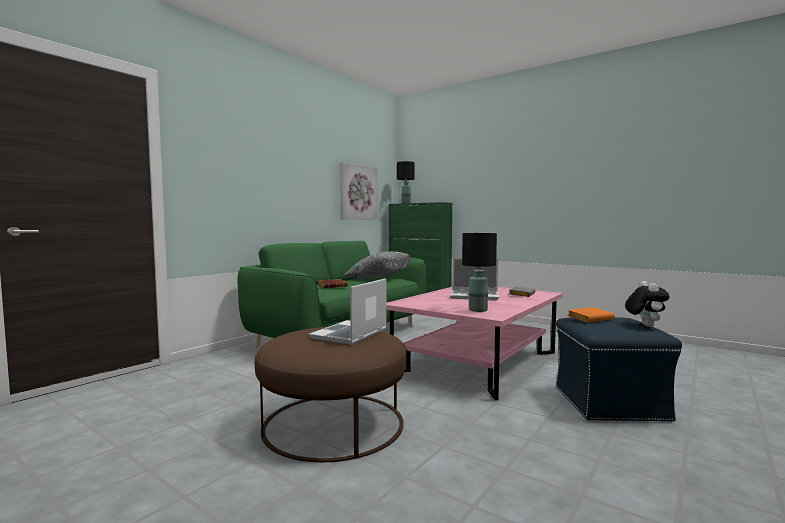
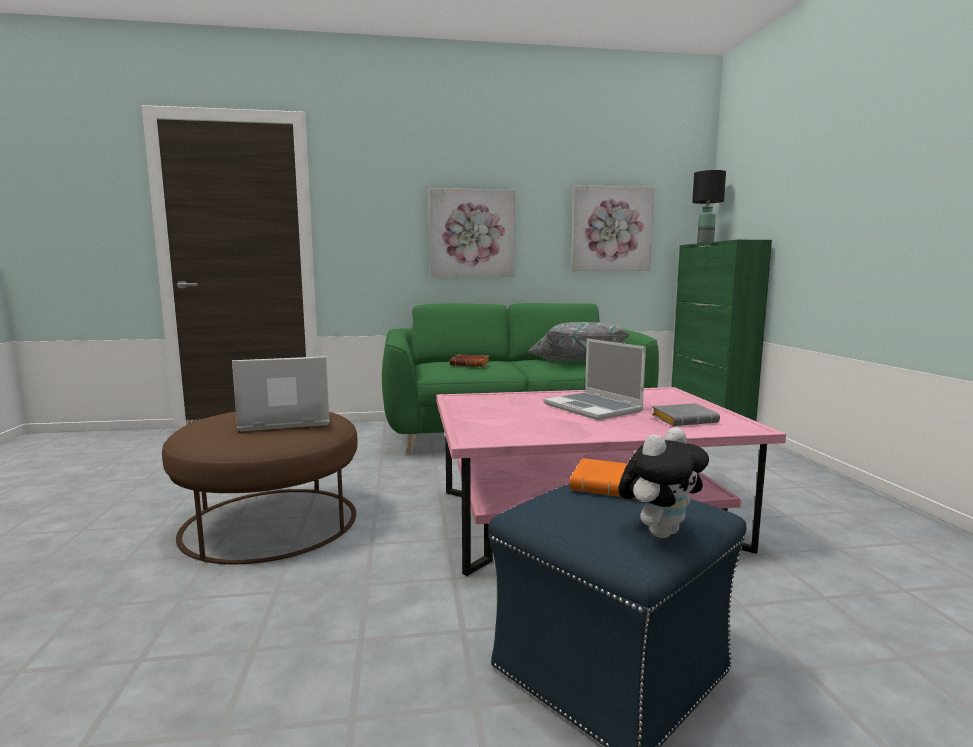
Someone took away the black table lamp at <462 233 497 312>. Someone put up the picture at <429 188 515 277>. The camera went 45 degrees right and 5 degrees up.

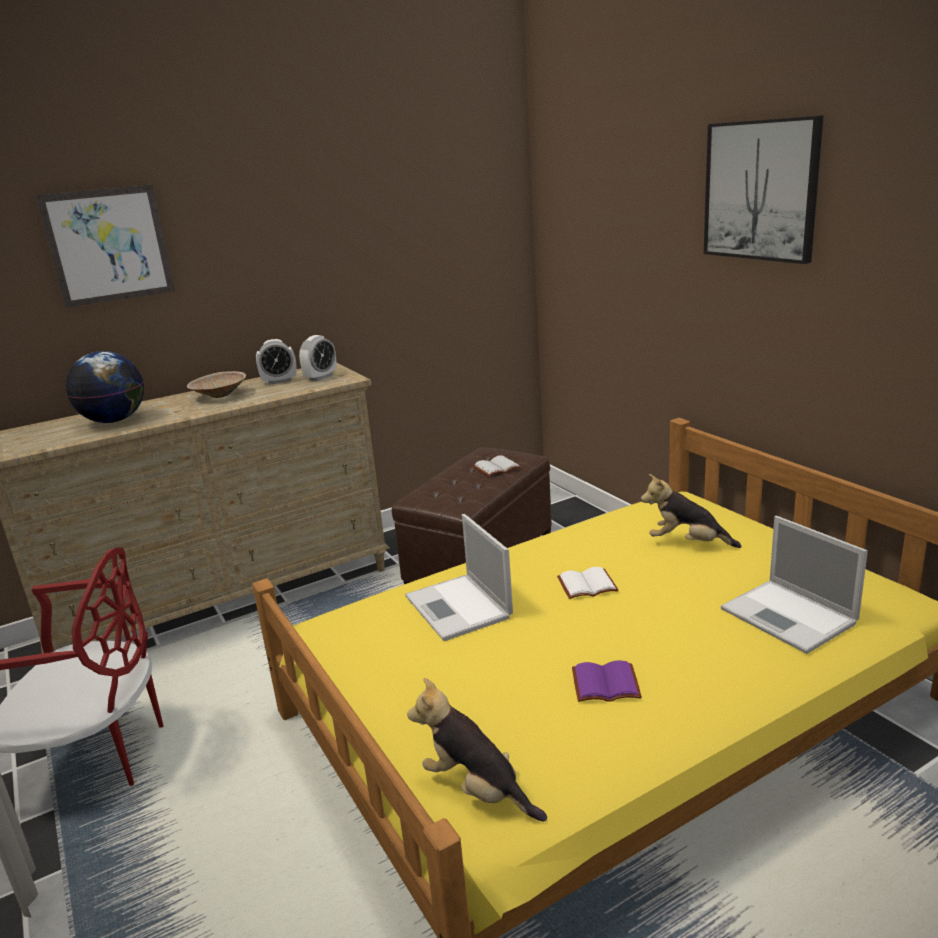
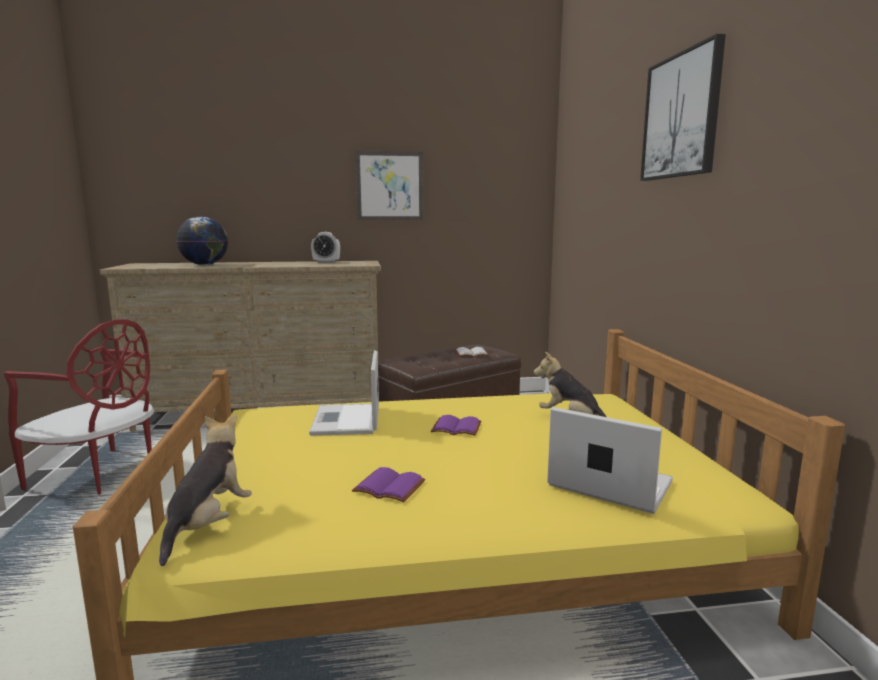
Someone took away the beige bowl at <187 371 246 398>. Someone took away the alarm clock at <299 335 337 381>. Someone carried the picture from <35 184 175 308> to <355 151 423 220>. Someone repainted the white book at <557 567 619 599>, which became the purple book at <431 415 481 436>. Someone rotated the plush toy at <407 678 547 822> by 45 degrees clockwise. Someone rotated the laptop at <721 516 868 654> by 135 degrees clockwise. The camera went 20 degrees right and 10 degrees down.

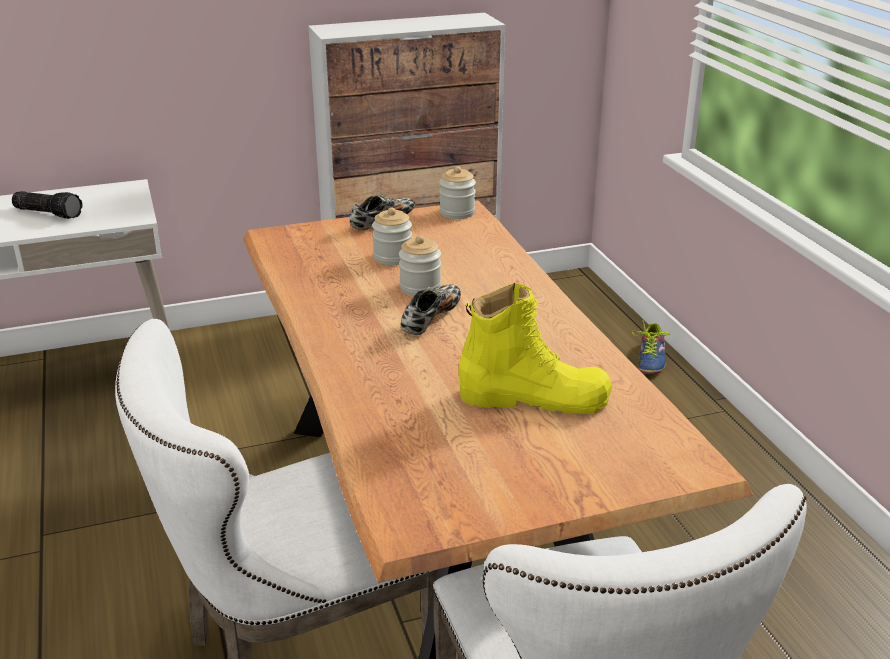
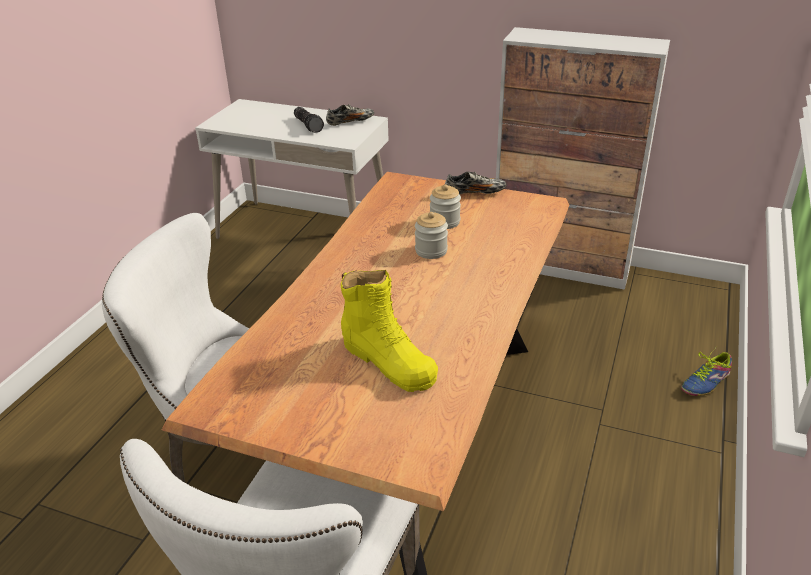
Someone took away the jar at <439 166 476 219>. Someone carried the shoe from <401 284 461 335> to <326 104 374 126>. The camera went 40 degrees right and 5 degrees up.

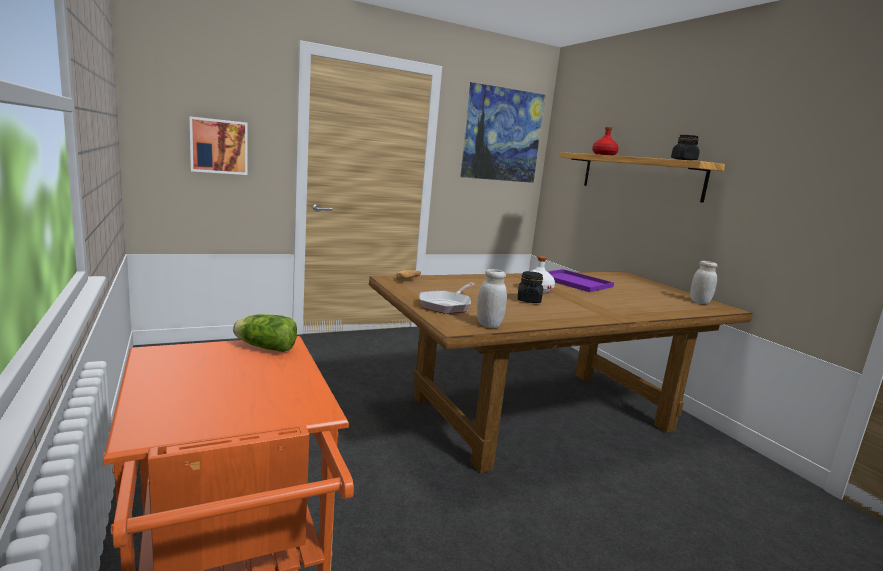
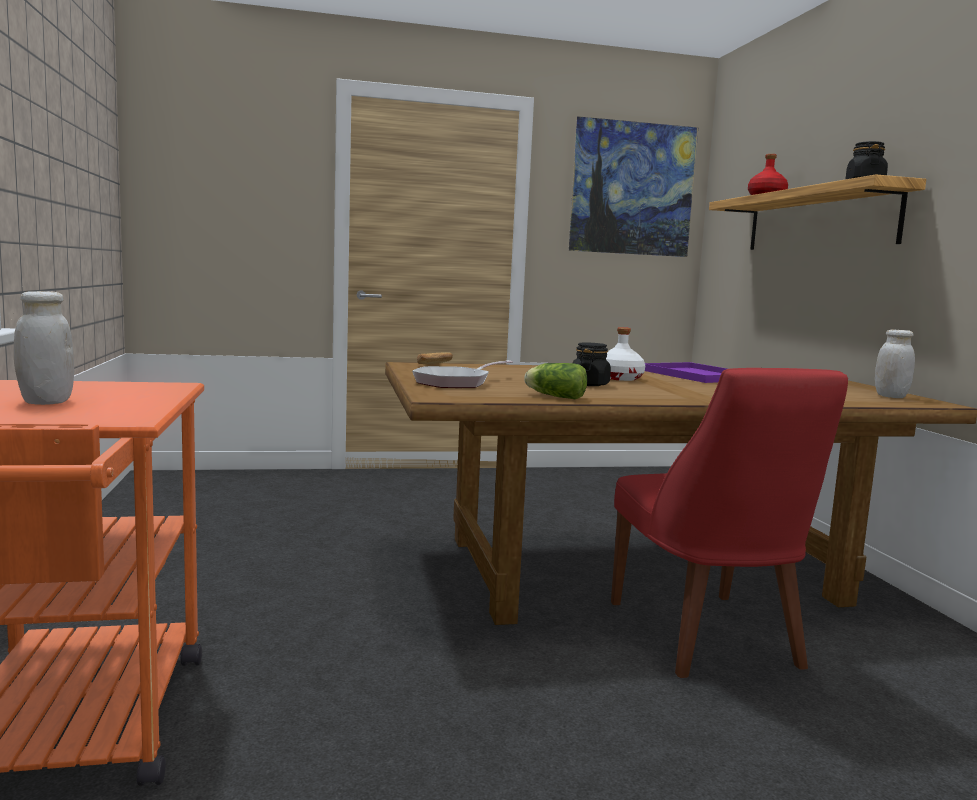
Someone took away the picture at <189 116 248 175>. Someone put down the red chair at <611 368 848 678>. Someone carried the lettuce from <233 314 297 352> to <524 363 587 399>. Someone carried the white jar from <477 269 507 328> to <14 291 74 405>. The camera went 15 degrees right and 5 degrees down.

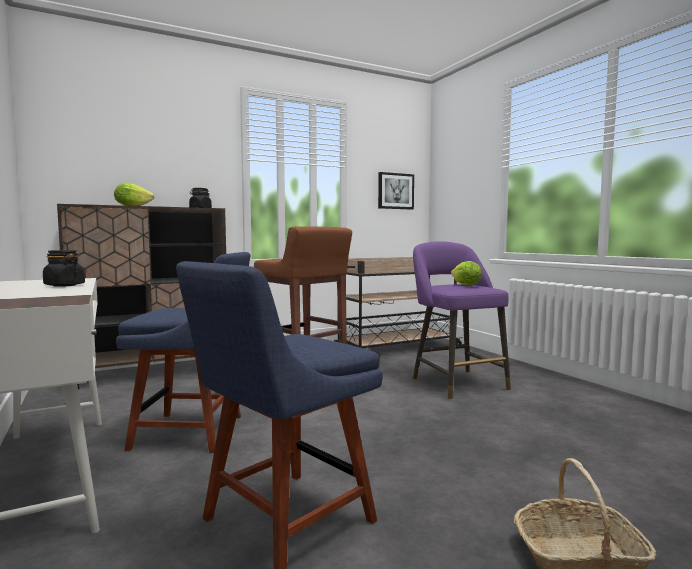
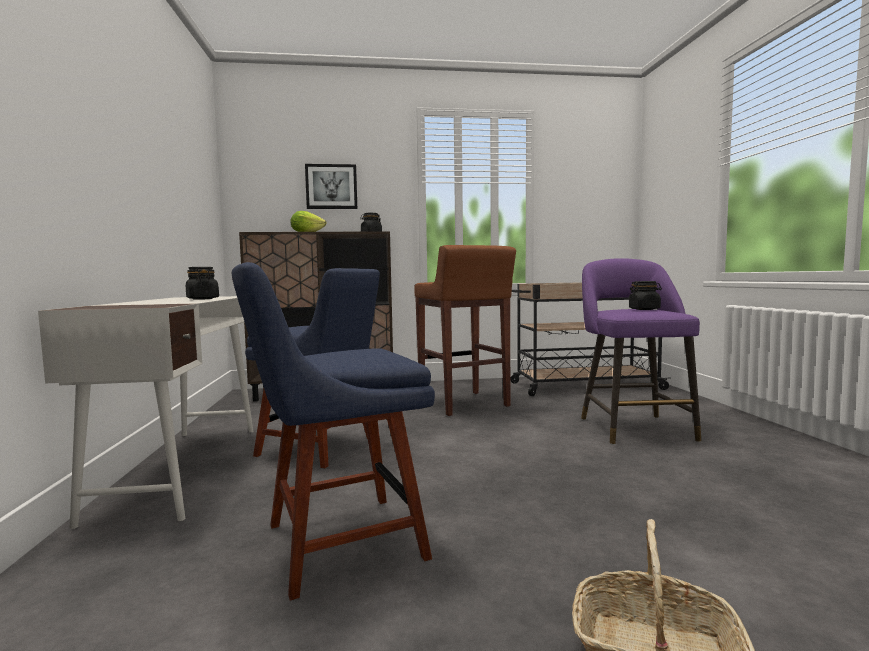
Someone carried the picture from <378 172 414 209> to <305 164 357 209>. Someone swapped the lettuce at <451 261 482 285> for the black jar at <629 281 662 310>. The camera went 20 degrees right and 0 degrees up.

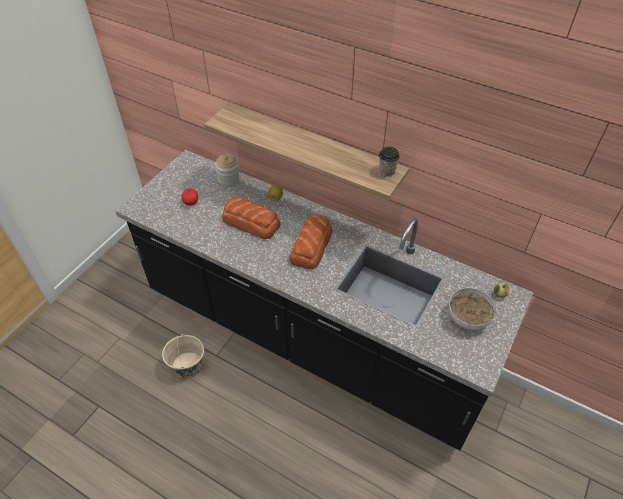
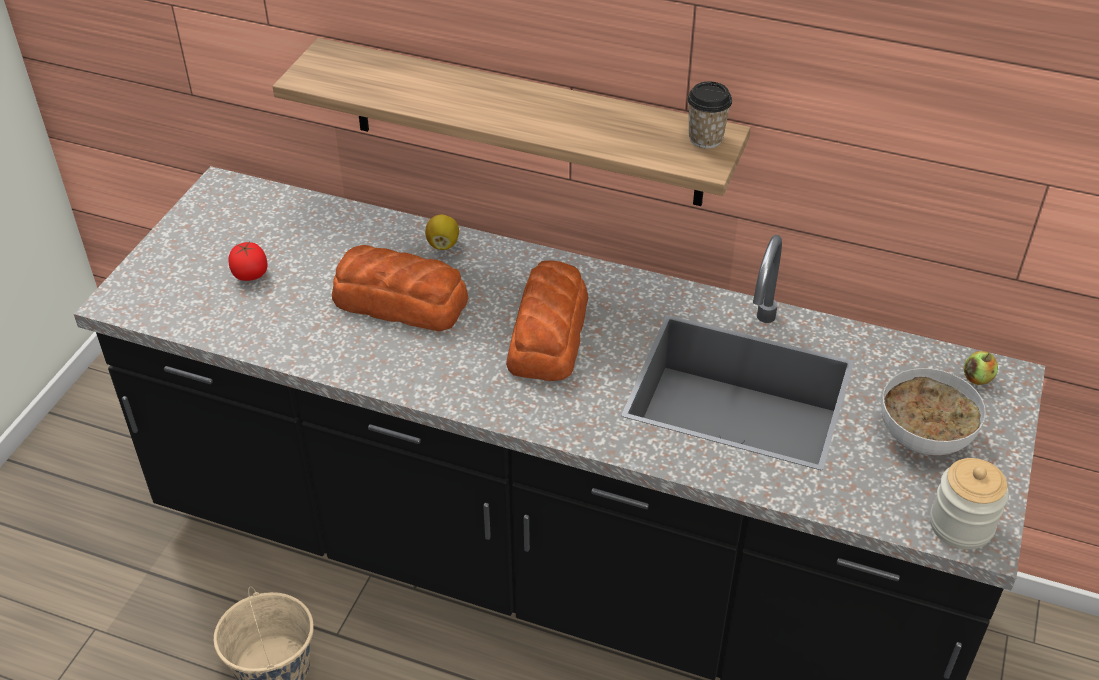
Someone carried the jar from <215 154 240 186> to <930 458 1009 550>. The camera went 10 degrees left and 5 degrees down.

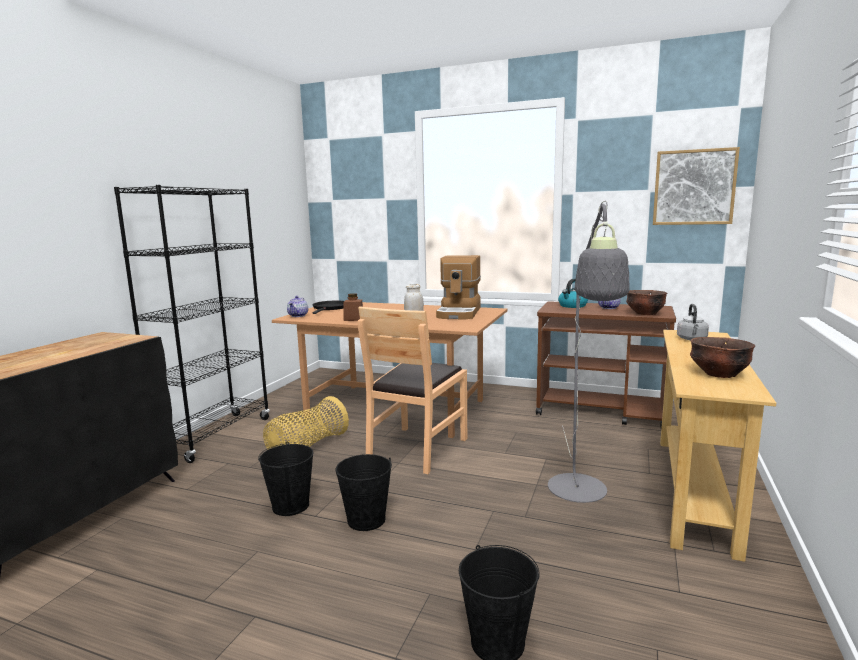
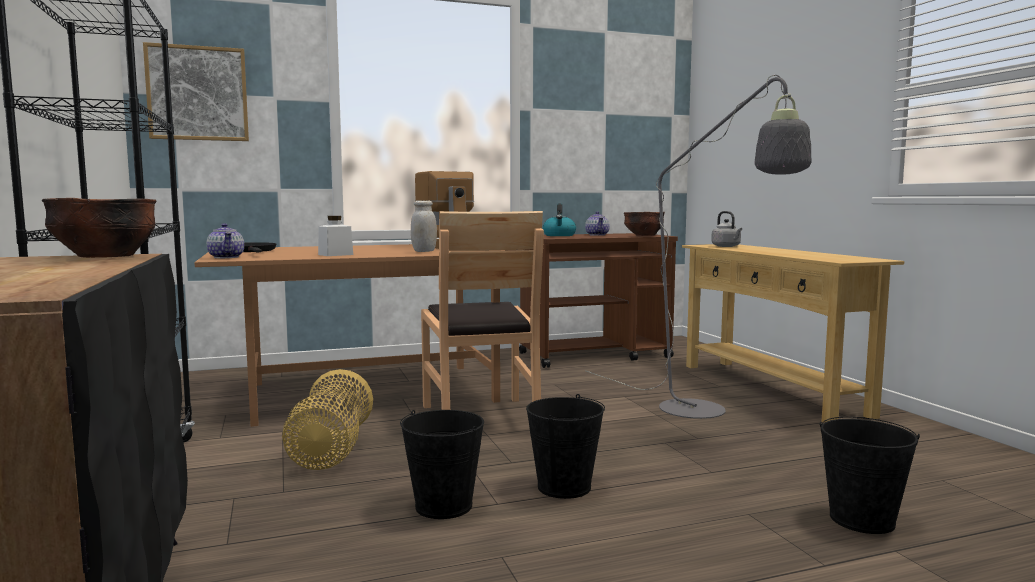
Someone carried the picture from <653 147 740 225> to <143 42 249 141>. Someone carried the brown bowl from <690 337 755 378> to <42 198 156 258>. Someone repainted the brown jar at <343 293 363 321>, which became the white jar at <318 216 353 256>. The camera went 40 degrees left and 5 degrees down.

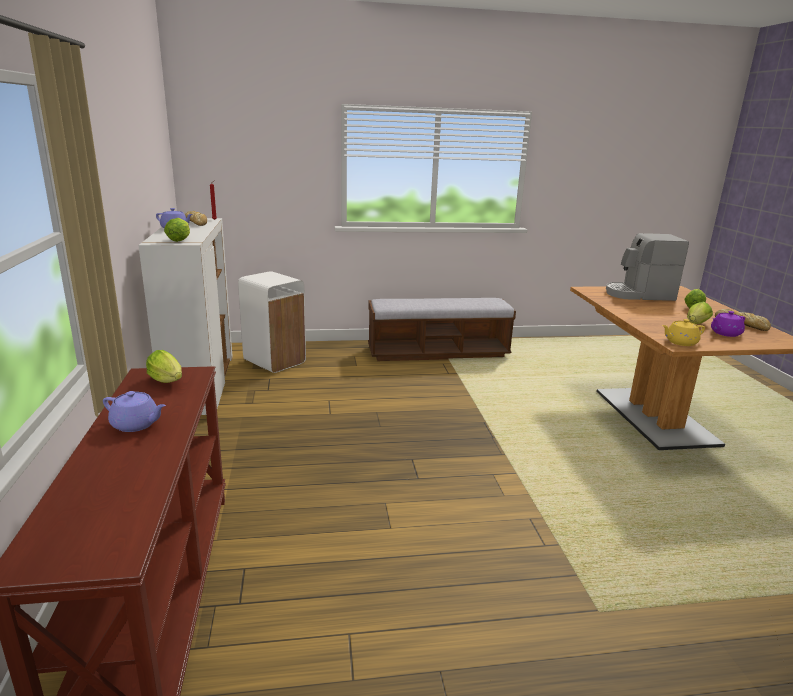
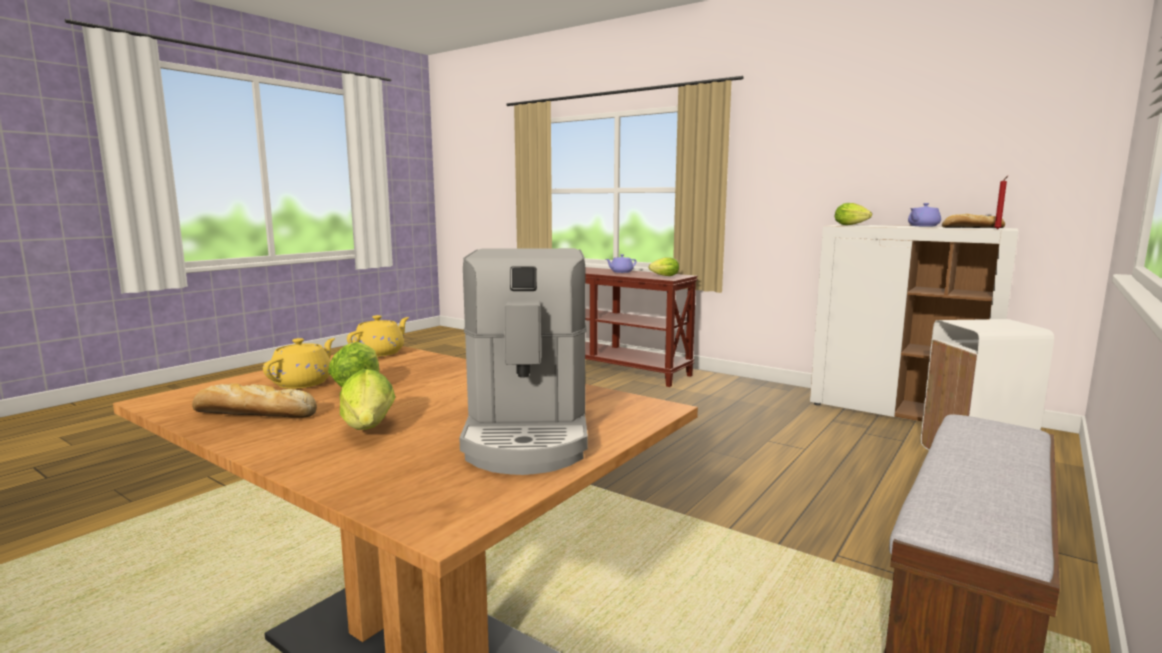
Someone repainted the purple teapot at <711 311 745 337>, which became the yellow teapot at <263 338 335 389>. Someone rotated the coffee machine at <606 233 689 301> by 135 degrees clockwise. The camera went 135 degrees right and 10 degrees down.

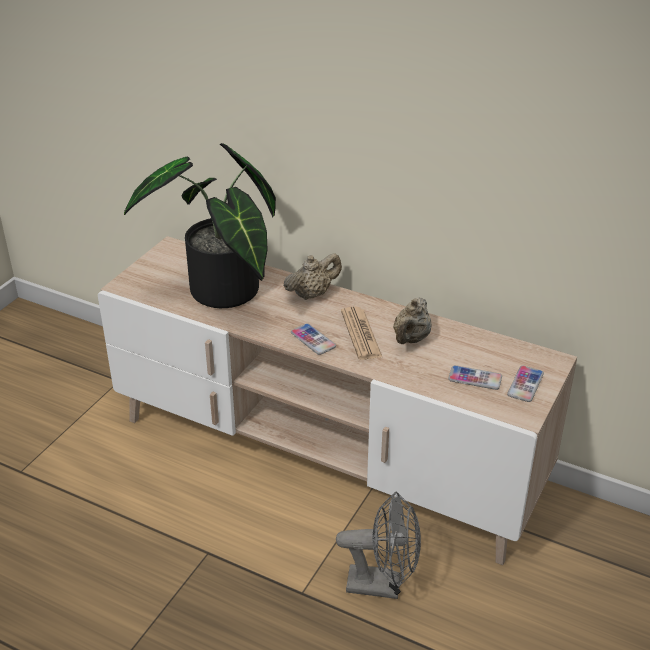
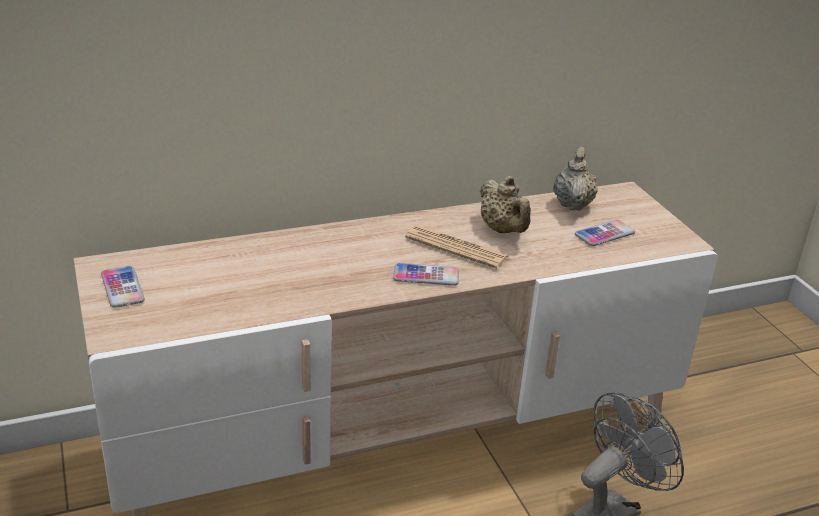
Someone took away the potted plant at <124 143 276 308>. Someone carried the beige teapot from <284 253 342 300> to <553 146 598 211>. Someone carried the phone from <507 366 544 402> to <101 266 145 308>. The camera went 50 degrees left and 5 degrees down.

